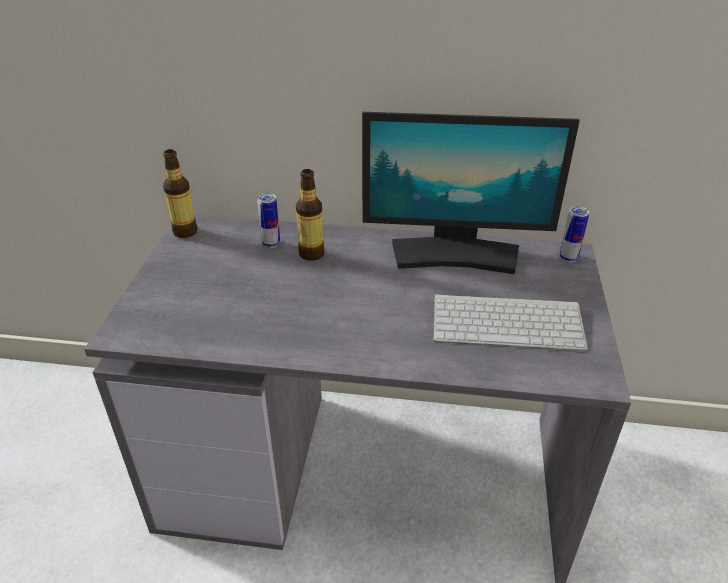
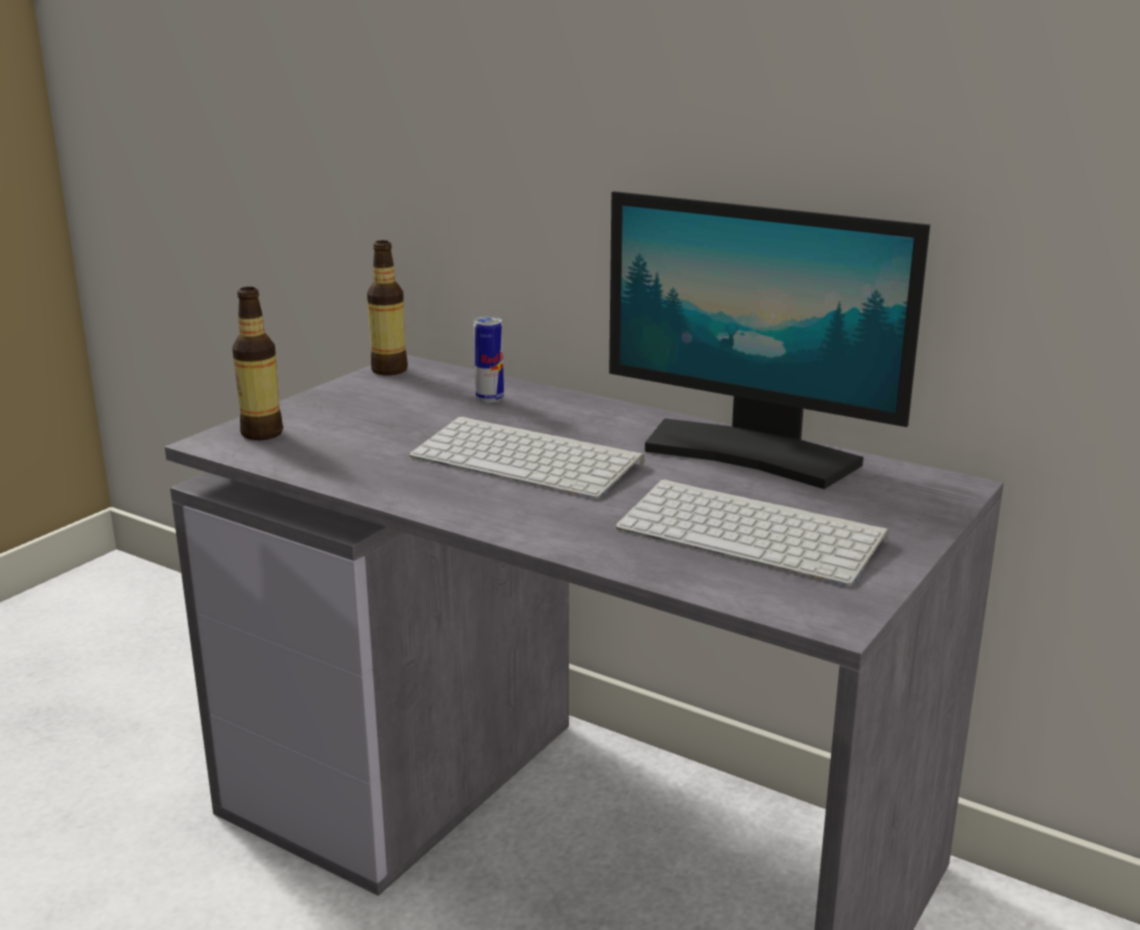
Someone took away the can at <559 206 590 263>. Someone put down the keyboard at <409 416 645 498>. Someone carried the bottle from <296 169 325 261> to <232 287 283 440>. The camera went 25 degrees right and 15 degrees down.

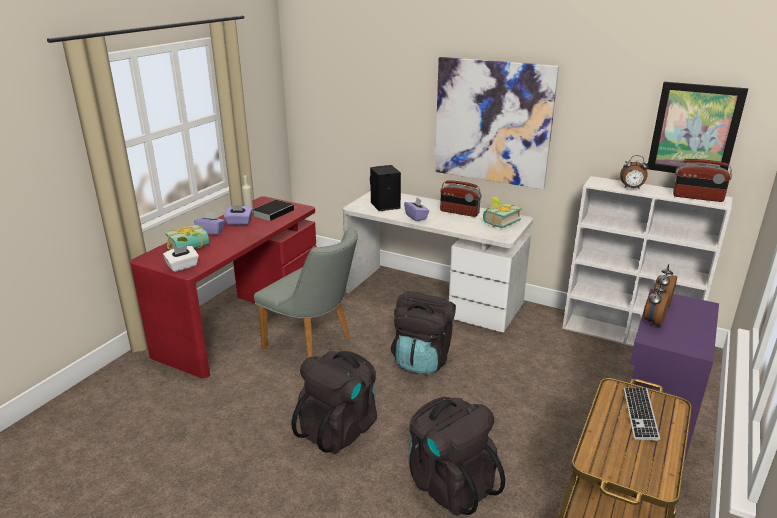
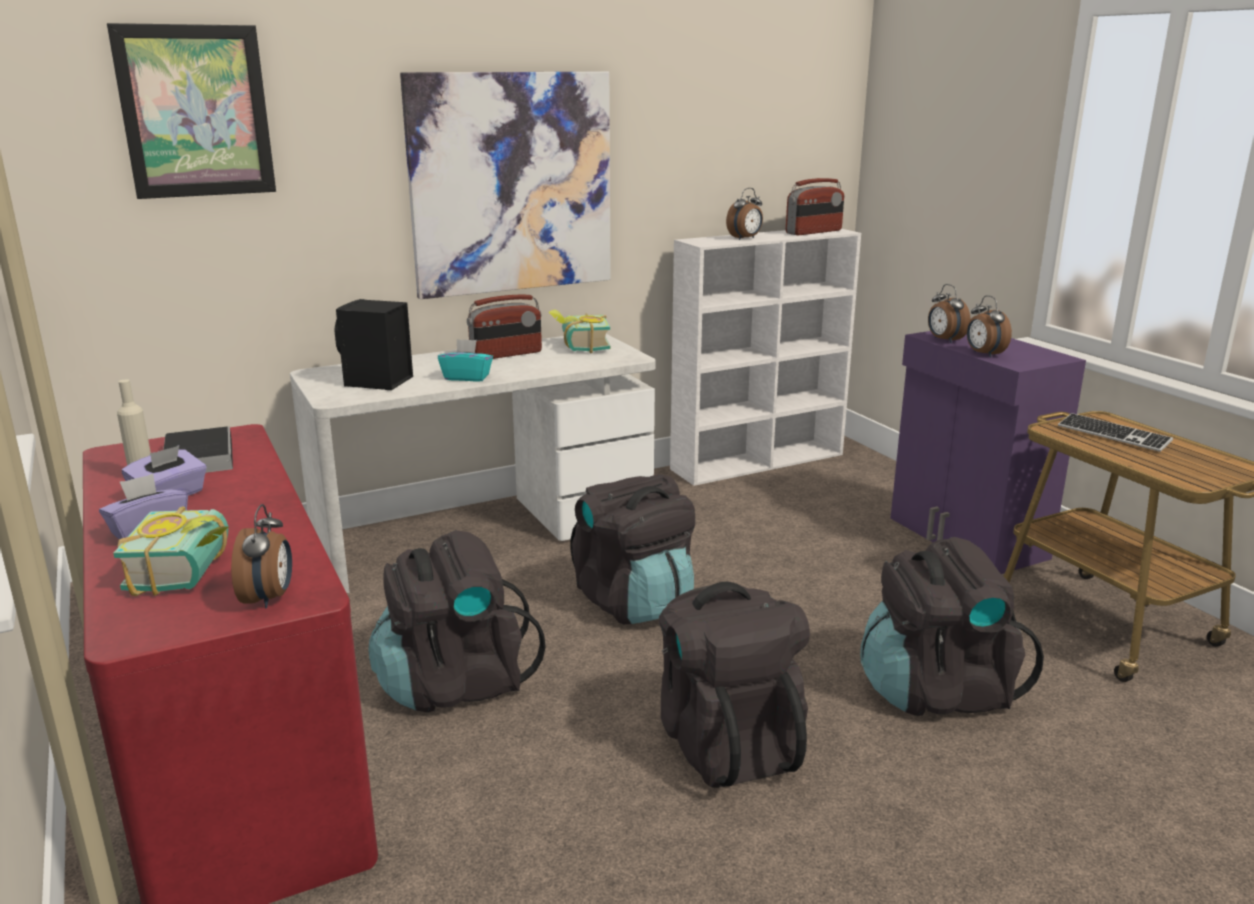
Someone carried the picture from <648 82 748 173> to <107 23 276 199>. Someone swapped the white tissue box at <163 246 199 272> for the alarm clock at <231 504 292 608>. Someone swapped the grey chair at <254 229 358 358> for the black backpack at <368 530 546 712>. Someone repainted the purple tissue box at <404 198 429 221>, which became the turquoise tissue box at <438 339 493 382>. The camera went 55 degrees left and 5 degrees down.

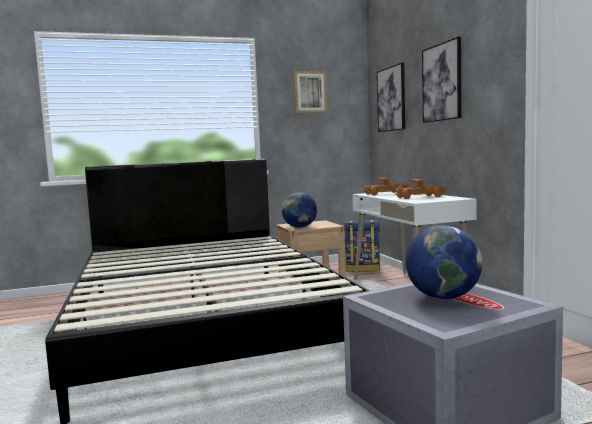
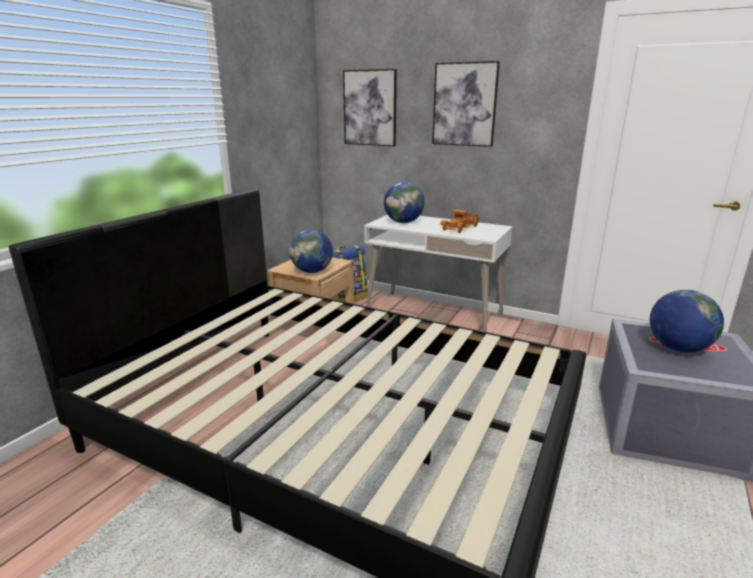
Someone took away the picture at <293 71 327 113>. Someone swapped the toy truck at <364 178 409 196> for the globe at <384 182 424 223>. The camera went 45 degrees left and 15 degrees up.

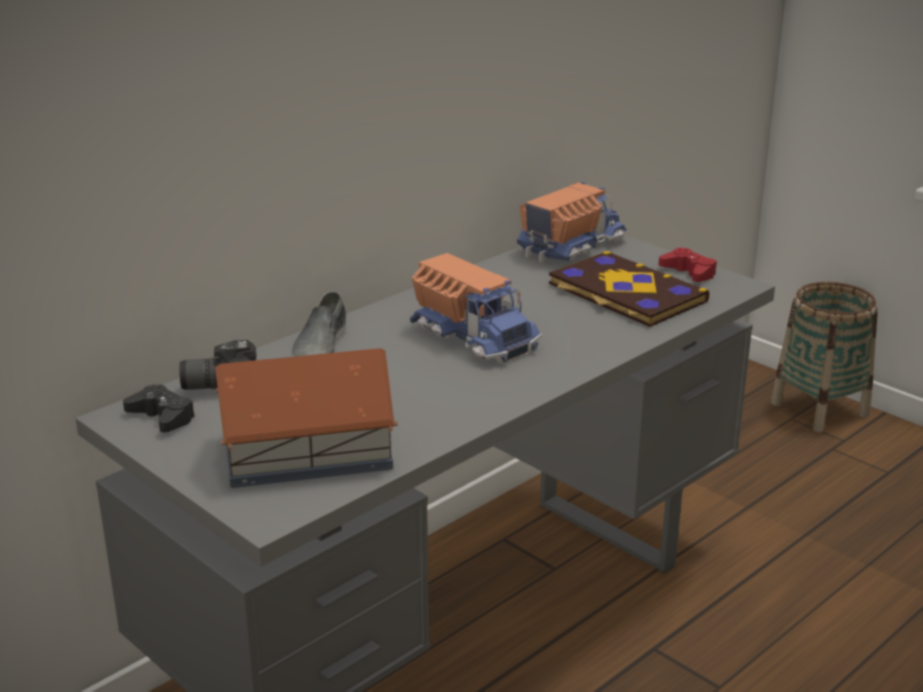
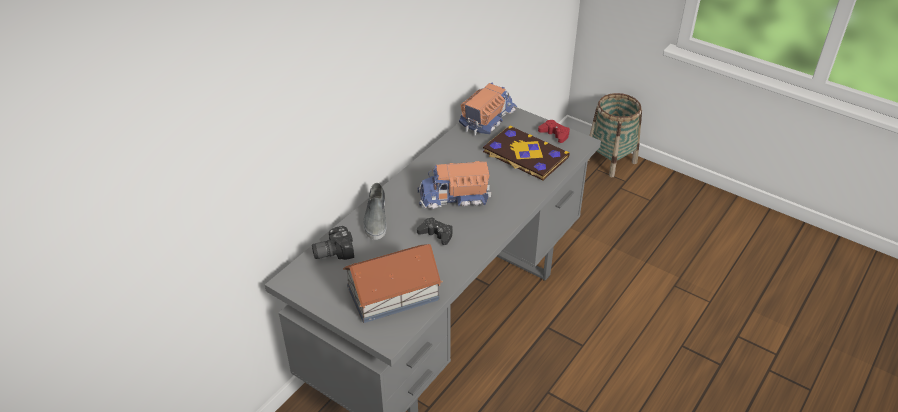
Someone carried the black game controller from <123 384 195 432> to <417 217 453 245>. Someone rotated the toy truck at <410 253 542 364> by 135 degrees clockwise. The camera went 10 degrees left and 15 degrees up.

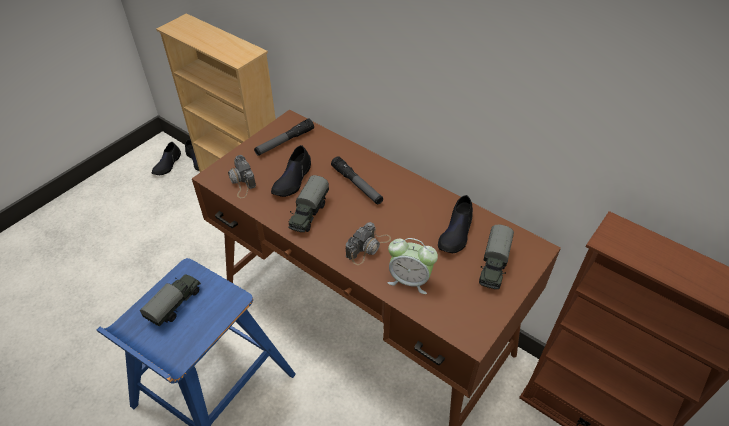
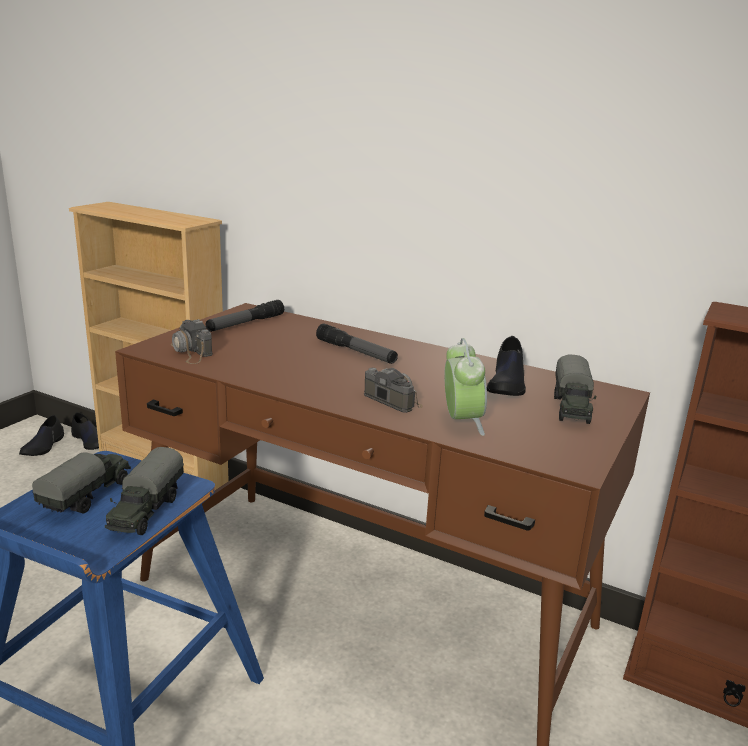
Someone took away the black shoe at <271 145 311 197>. Someone carried the toy truck from <288 175 329 232> to <105 447 184 535>. Someone rotated the photo camera at <346 222 391 265> by 75 degrees counterclockwise. Someone rotated the alarm clock at <388 238 438 294> by 105 degrees counterclockwise. The camera went 10 degrees left and 25 degrees down.

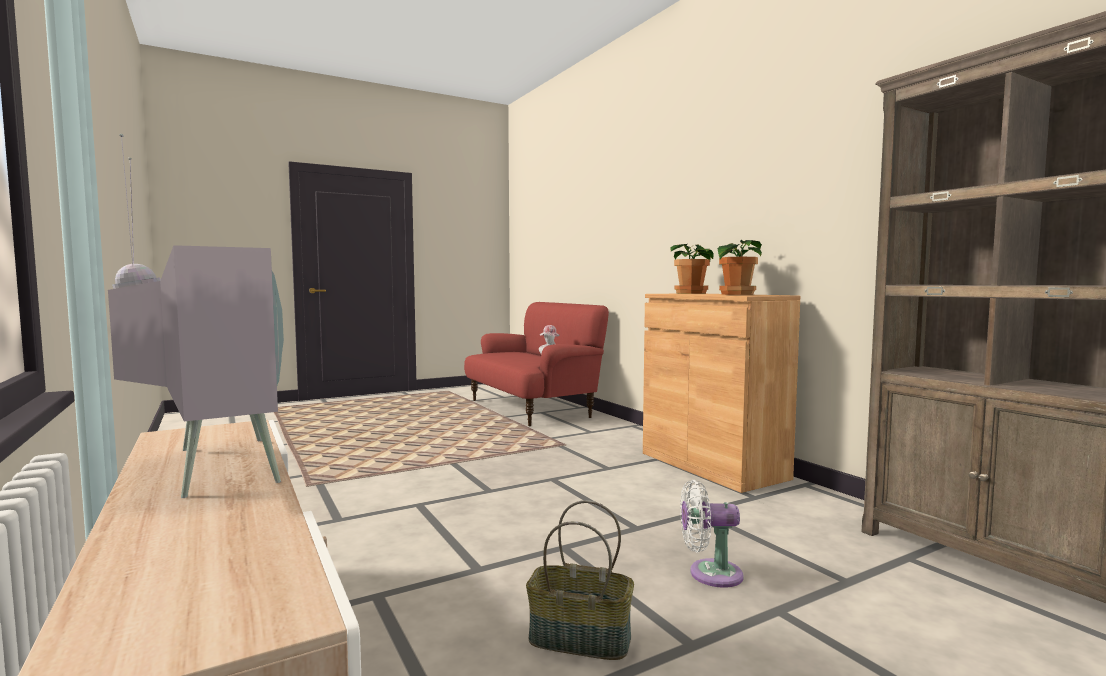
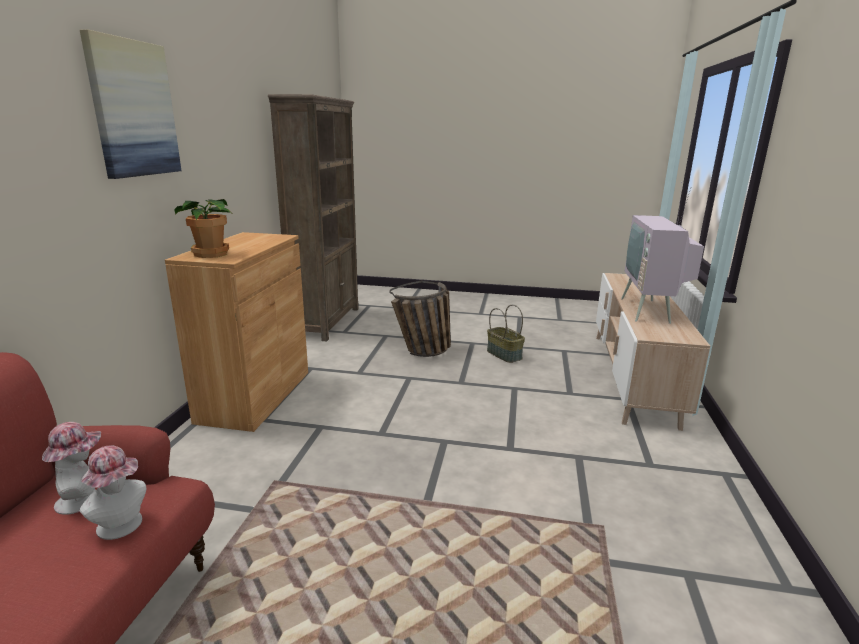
Someone took away the potted plant at <718 240 762 295>. Someone put down the hat at <79 446 146 540>. Someone put up the picture at <80 29 182 179>. Someone swapped the white fan at <680 480 743 588> for the basket at <390 281 451 357>. The camera went 140 degrees left and 15 degrees up.

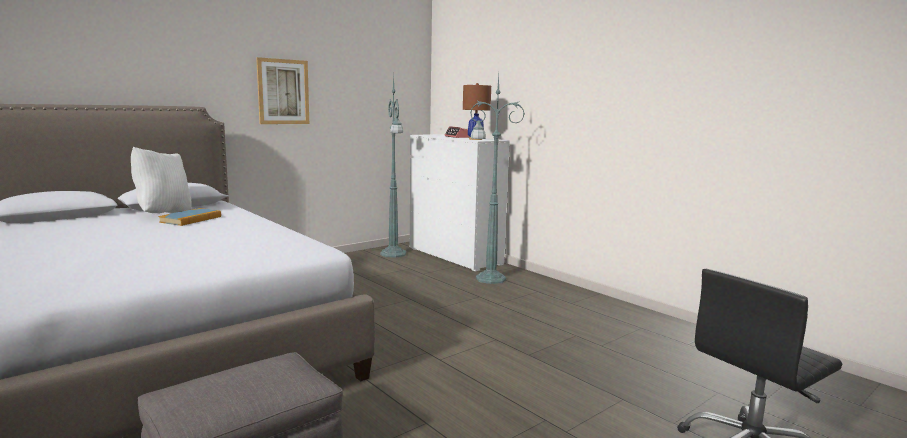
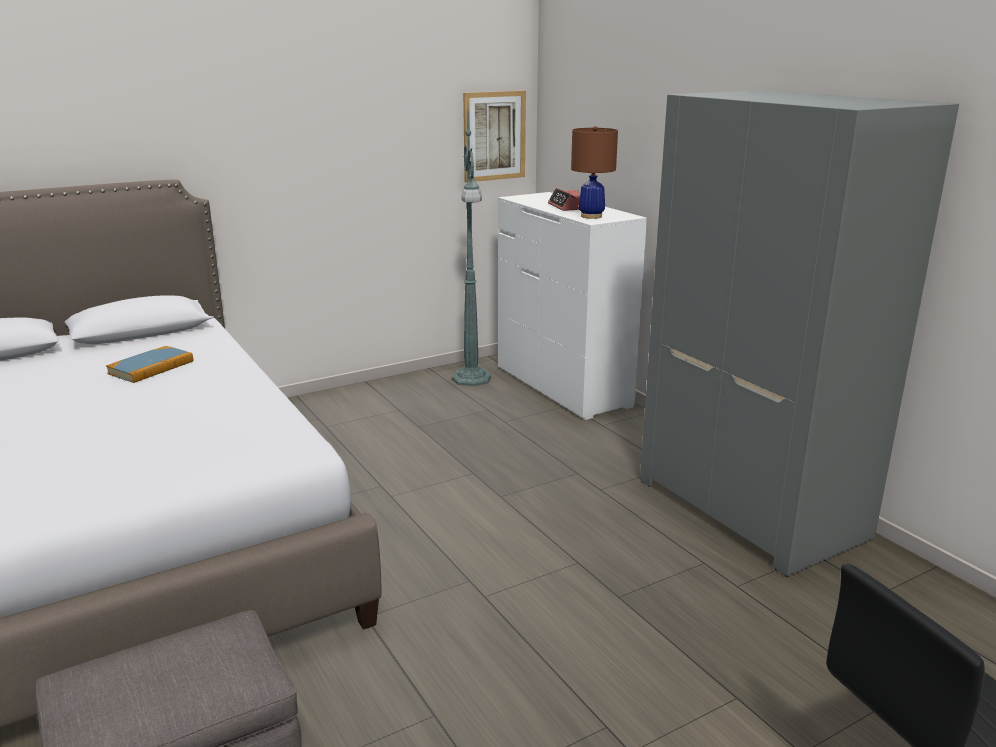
Someone took away the white pillow at <131 147 192 213>. Someone took away the green floor lamp at <470 75 525 284>. Someone put down the grey wardrobe at <640 90 959 577>. Someone carried the picture from <256 57 309 124> to <463 91 526 183>. The camera went 10 degrees right and 10 degrees up.

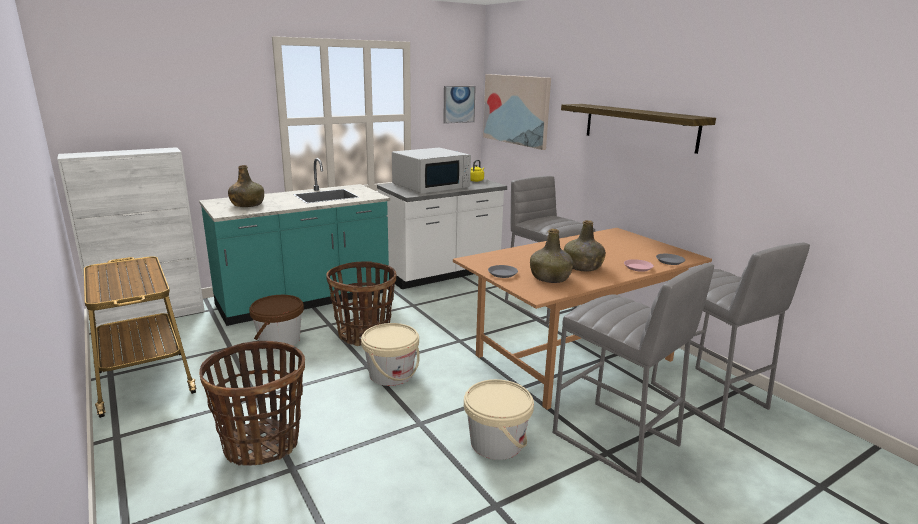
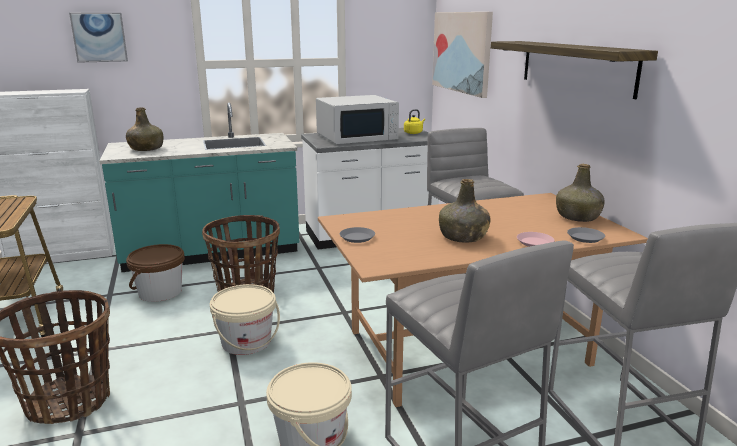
Someone carried the picture from <443 86 476 124> to <69 13 128 63>. Someone carried the green bottle from <530 229 573 283> to <556 164 605 222>. The camera went 15 degrees right and 0 degrees up.

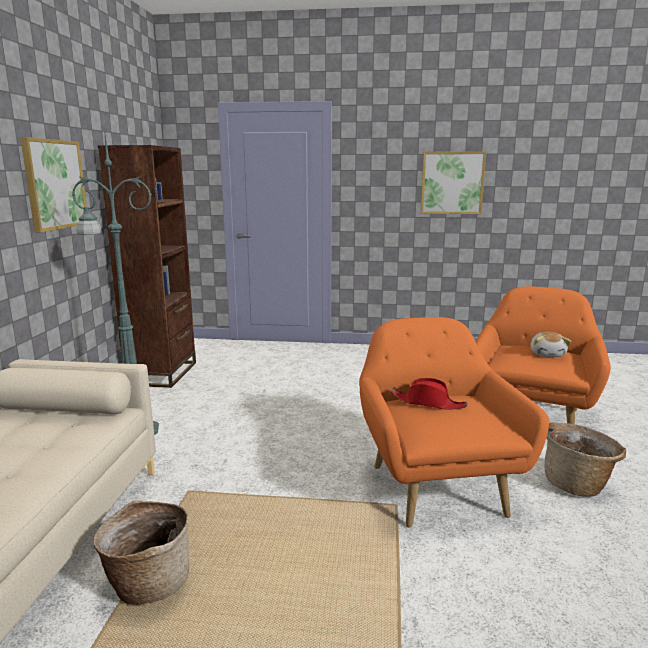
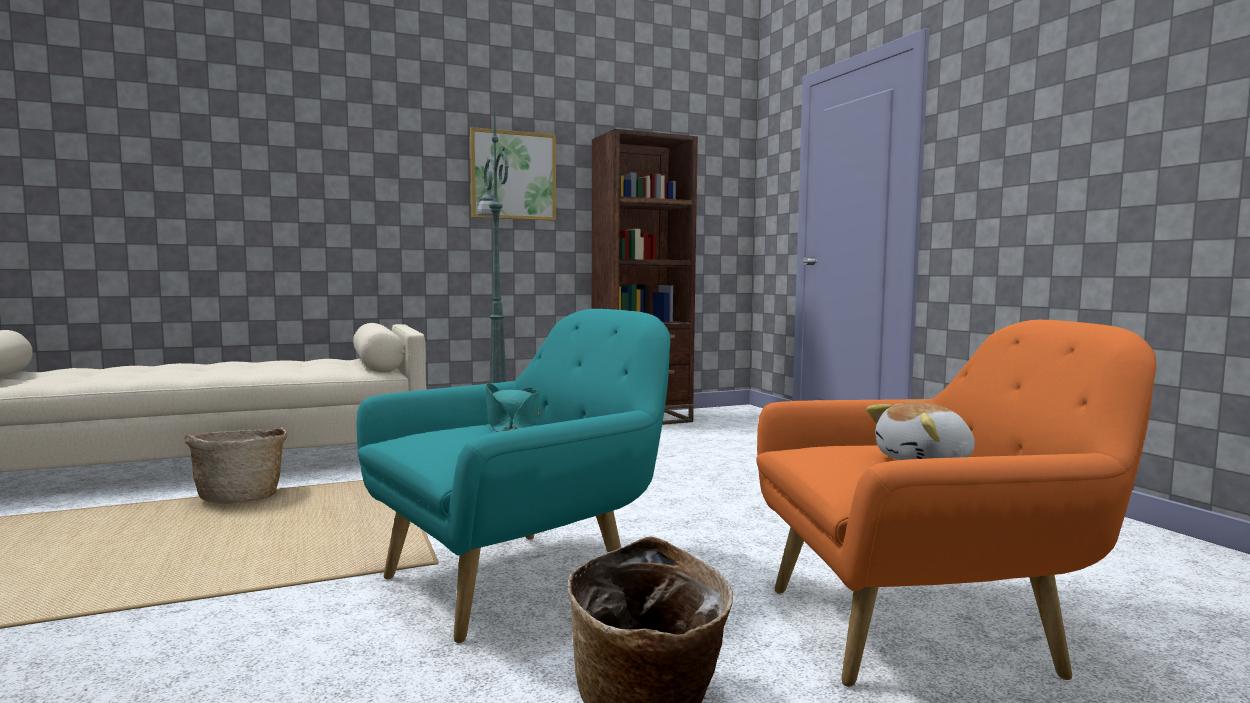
Someone took away the picture at <421 151 486 214>. Someone repainted the orange armchair at <359 317 549 528>, which became the turquoise armchair at <356 309 670 643>. Someone repainted the red hat at <391 378 467 410>, which became the turquoise hat at <486 383 540 432>. The camera went 60 degrees right and 10 degrees down.

